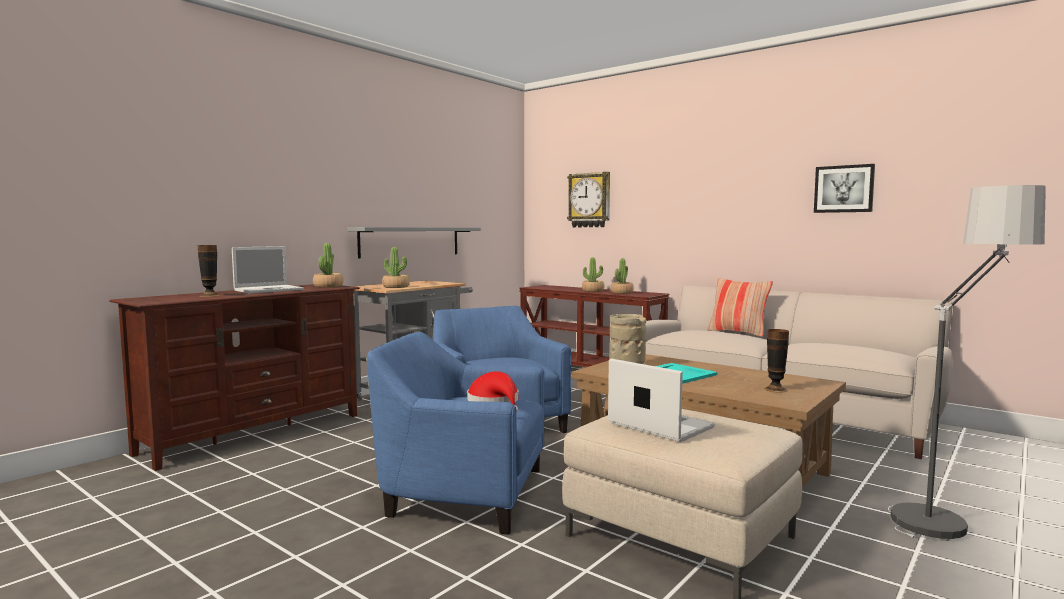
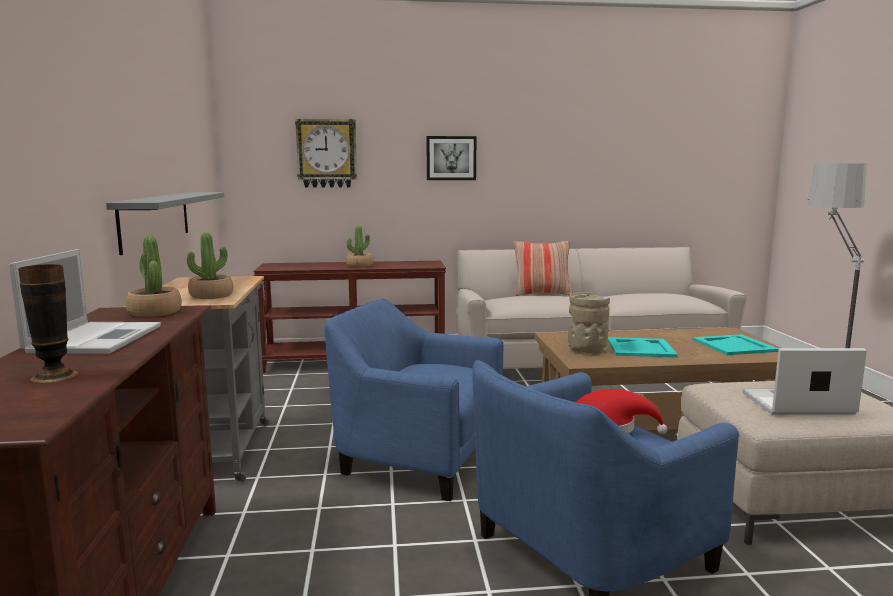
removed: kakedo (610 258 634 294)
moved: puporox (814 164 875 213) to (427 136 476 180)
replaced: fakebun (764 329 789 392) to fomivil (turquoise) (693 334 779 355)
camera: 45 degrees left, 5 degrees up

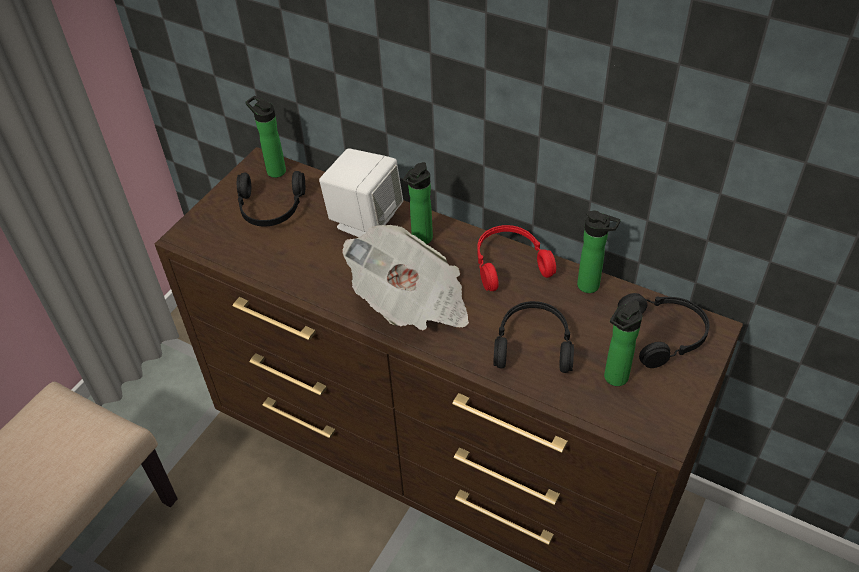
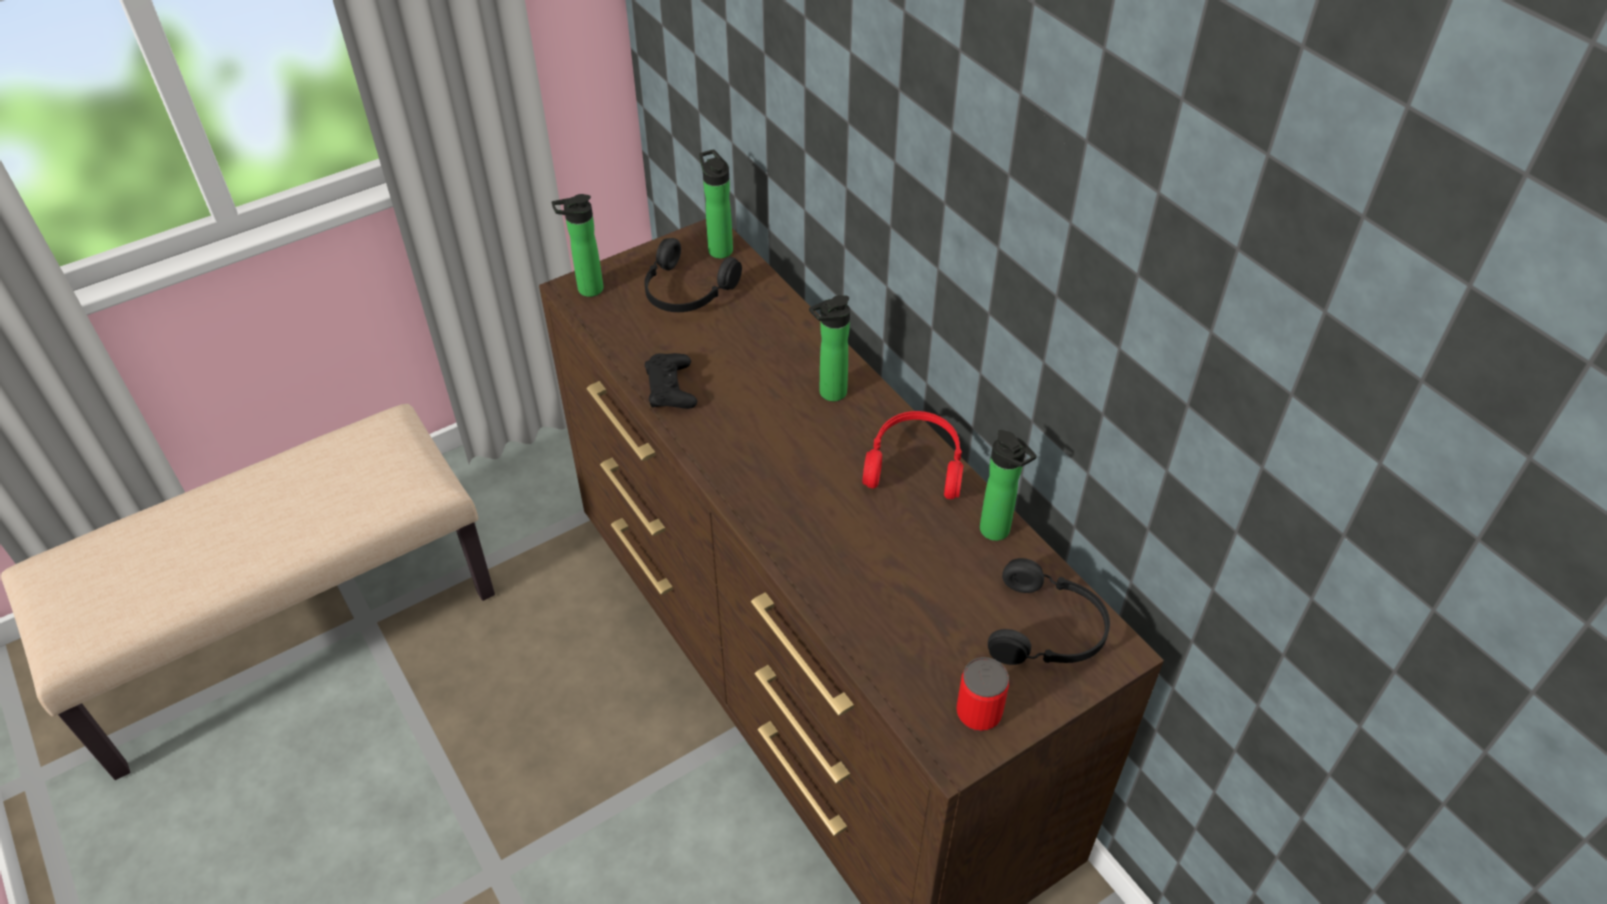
removed: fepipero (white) (319 148 403 237); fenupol (343 225 469 330); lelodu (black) (493 301 574 373)
added: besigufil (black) (645 353 697 409); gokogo (956 657 1009 731)
moved: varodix (604 301 642 386) to (552 194 604 297)
camera: 25 degrees right, 0 degrees up

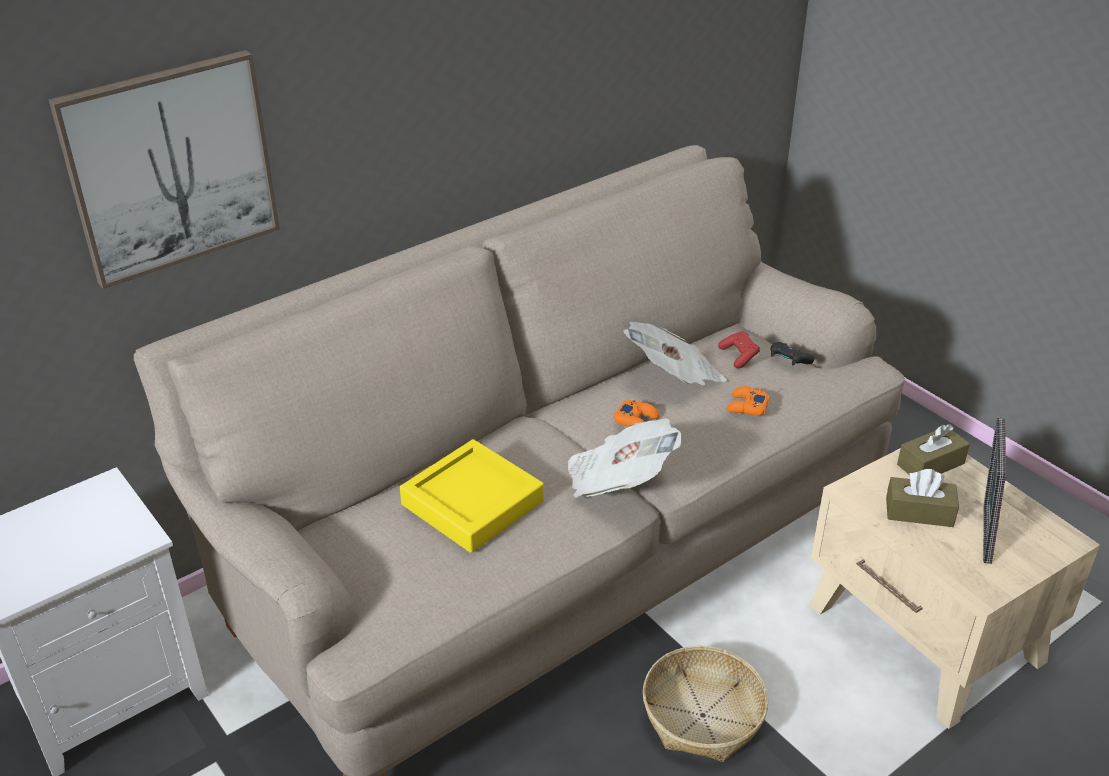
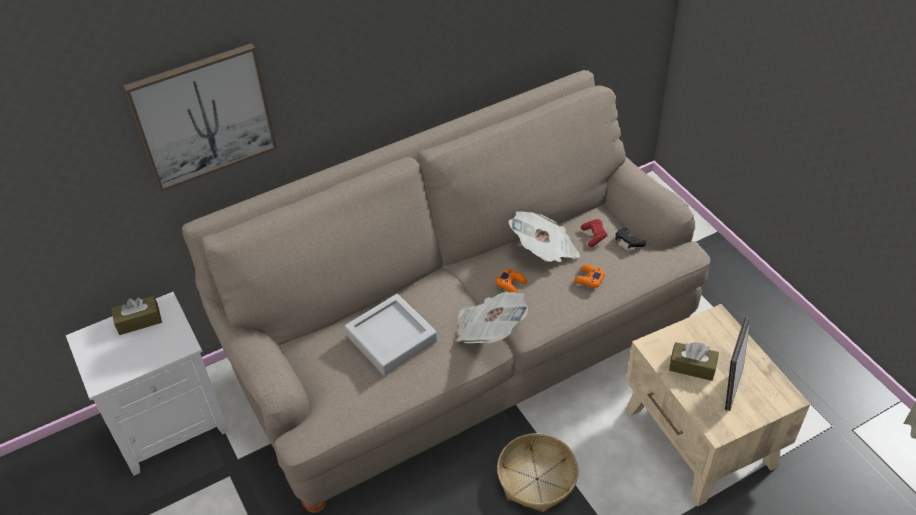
moved: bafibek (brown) (897 424 970 475) to (111 296 162 335)
recoloured: fomivil (yellow) (400 439 544 553) to fomivil (grey) (345 294 437 375)
camera: 10 degrees right, 10 degrees up

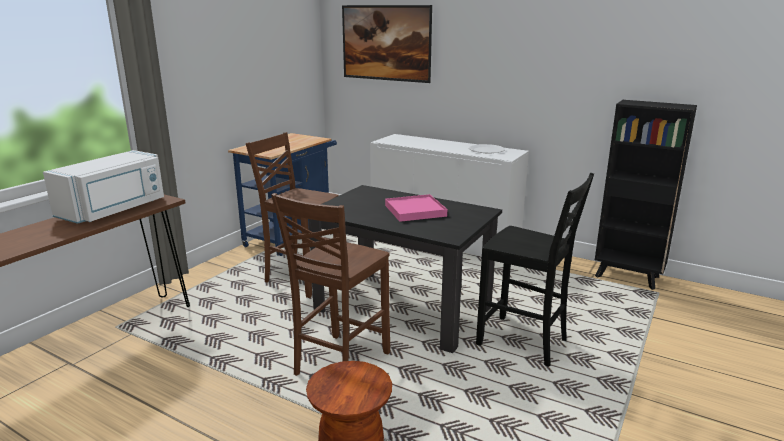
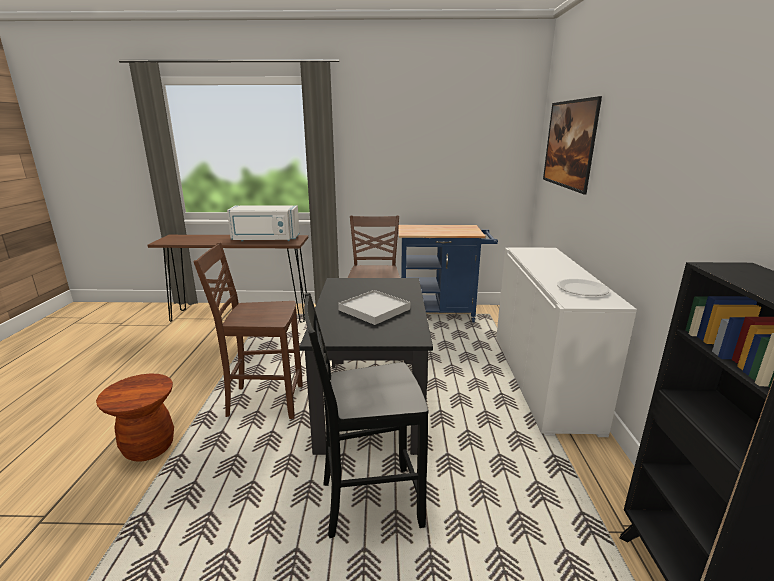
recoloured: fomivil (pink) (385 194 447 222) to fomivil (white) (338 290 410 325)
turned: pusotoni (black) (476 173 594 367) = (304 293 428 538) 75 degrees clockwise
camera: 60 degrees right, 0 degrees up

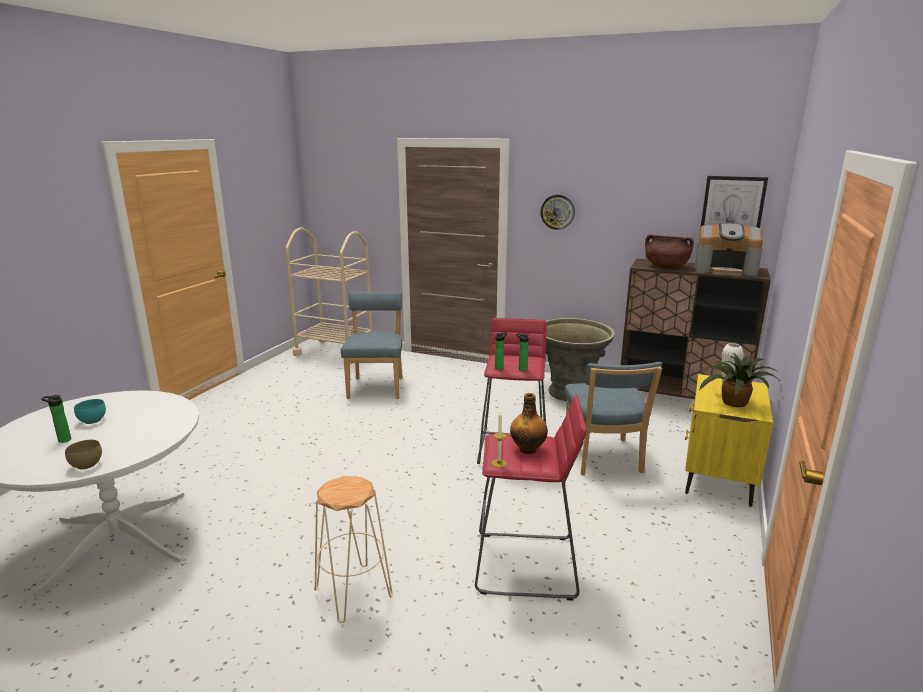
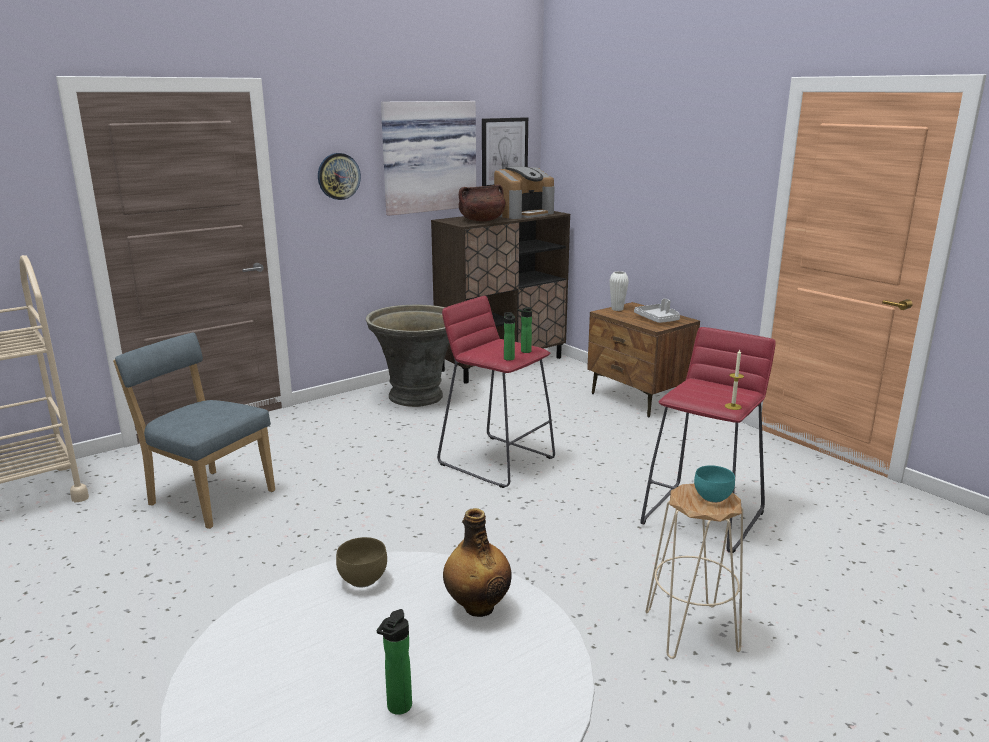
removed: pusotoni (blue) (565 362 662 475)
added: puporox (381 101 476 216)
moved: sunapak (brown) (65 440 102 469) to (336 537 387 587); sunapak (turquoise) (74 399 106 424) to (694 465 735 503); varodix (510 393 548 454) to (443 508 512 617)
replaced: kakedo (699 352 780 407) to fomivil (grey) (634 298 680 323)
recoloured: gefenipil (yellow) (685 374 773 507) to gefenipil (brown) (587 302 700 417)
camera: 60 degrees left, 0 degrees up

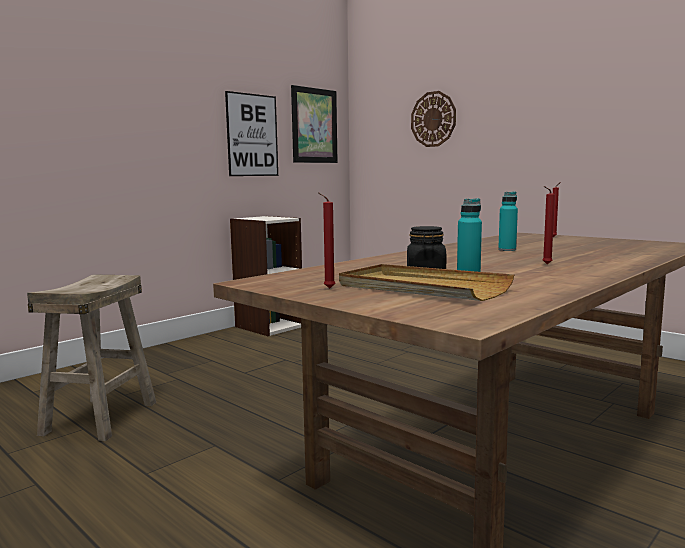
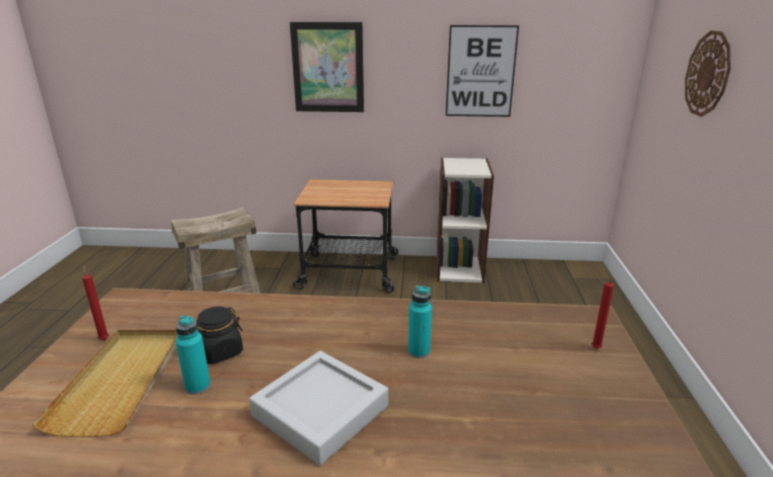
added: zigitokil (293 180 398 293)
moved: puporox (291 85 338 163) to (290 22 364 112)
replaced: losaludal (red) (543 186 555 264) to fomivil (grey) (249 351 388 465)
camera: 50 degrees right, 15 degrees up

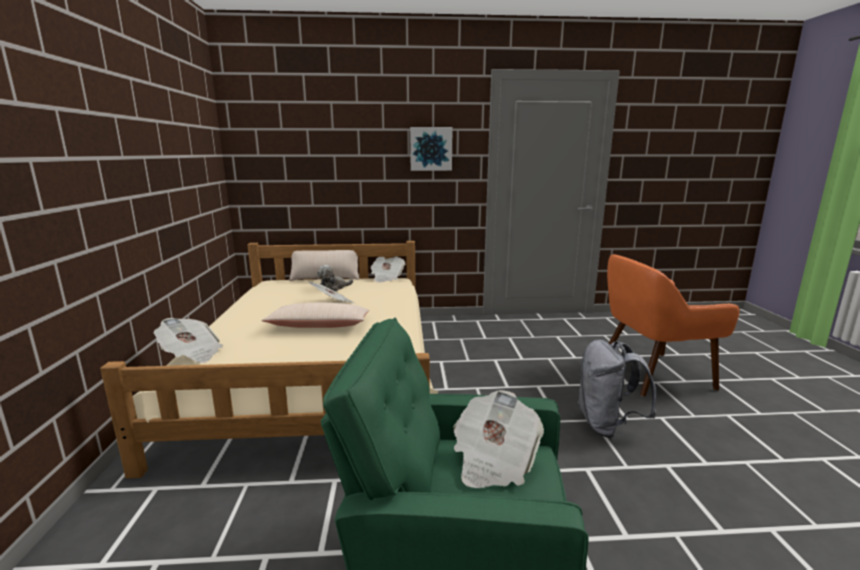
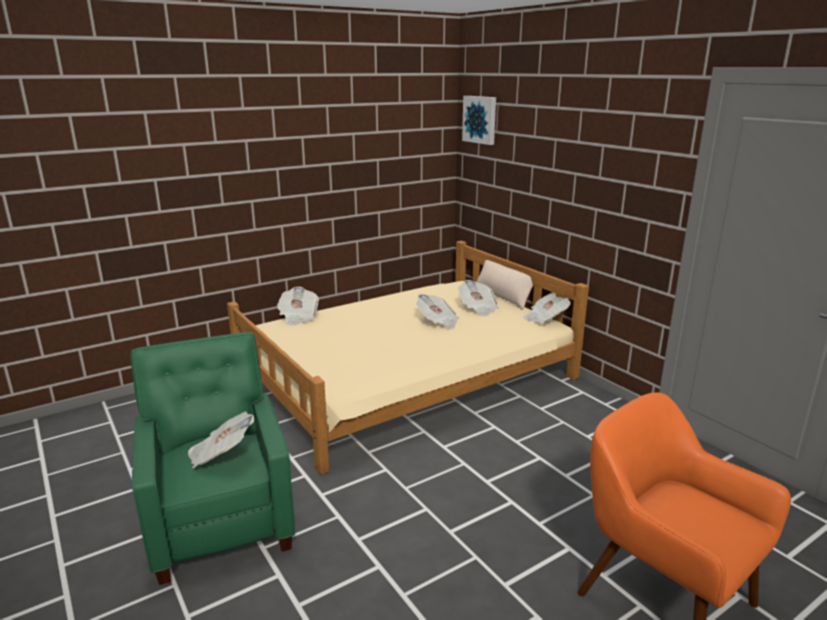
removed: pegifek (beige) (262 303 369 328); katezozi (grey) (577 340 657 438)
moved: puporox (410 127 453 171) to (462 96 496 145)
replaced: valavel (317 265 353 291) to fenupol (458 280 499 317)
camera: 60 degrees right, 5 degrees up

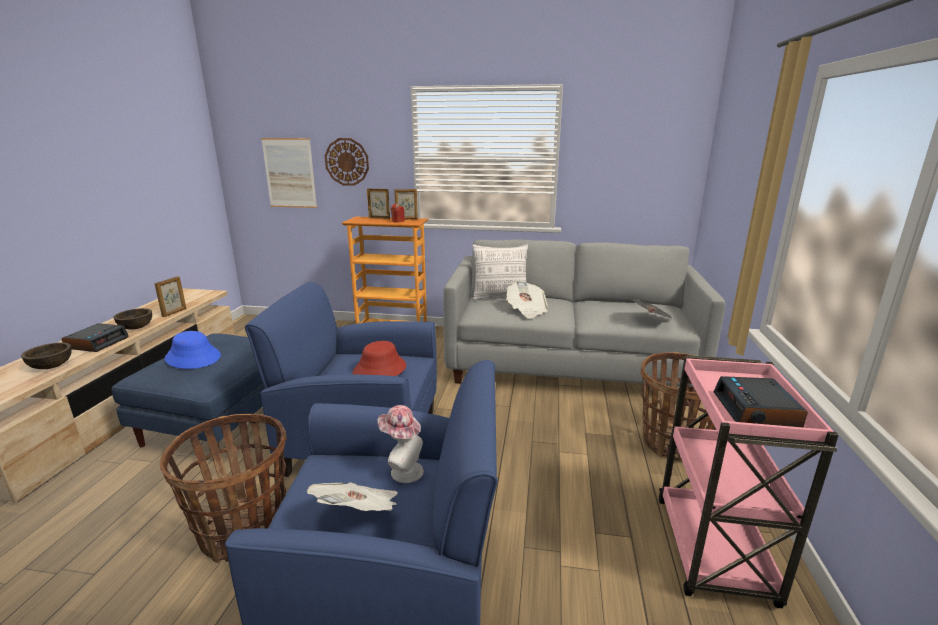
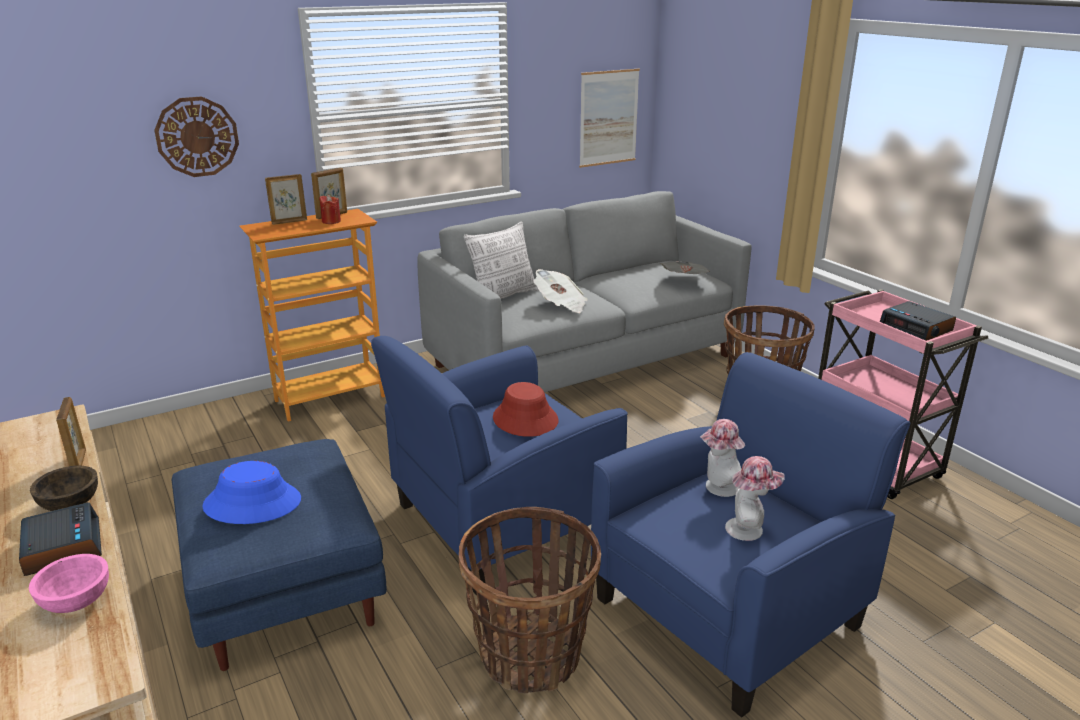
moved: puporox (261 138 317 208) to (579 69 640 168)
replaced: fenupol (307 482 398 511) to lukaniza (725 456 785 541)
recoloured: sunapak (brown) (21 342 72 369) to sunapak (pink) (29 554 109 613)
camera: 40 degrees left, 5 degrees up

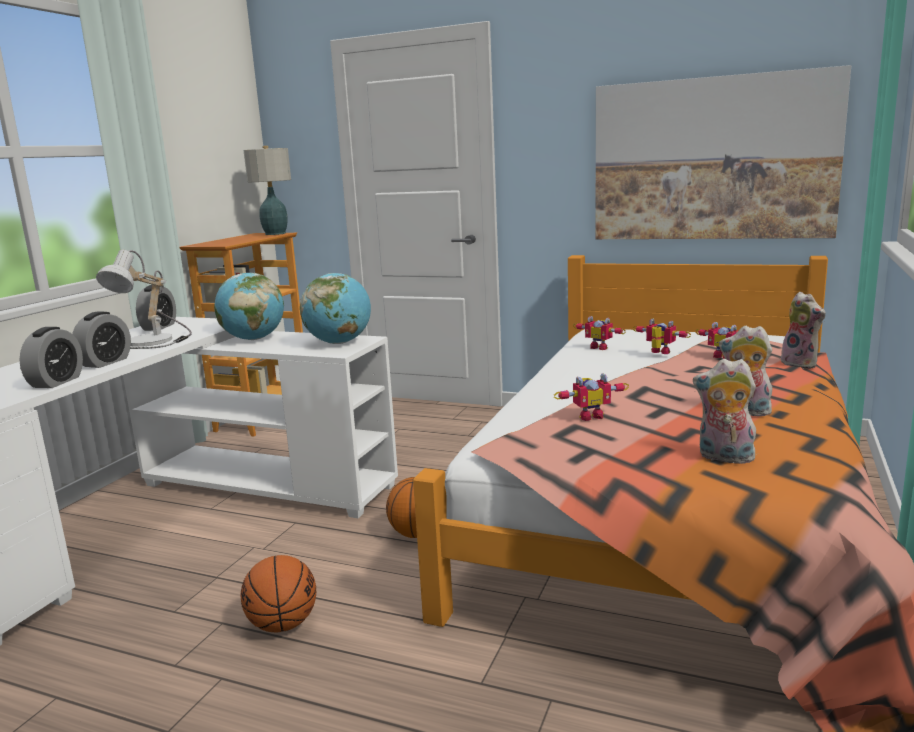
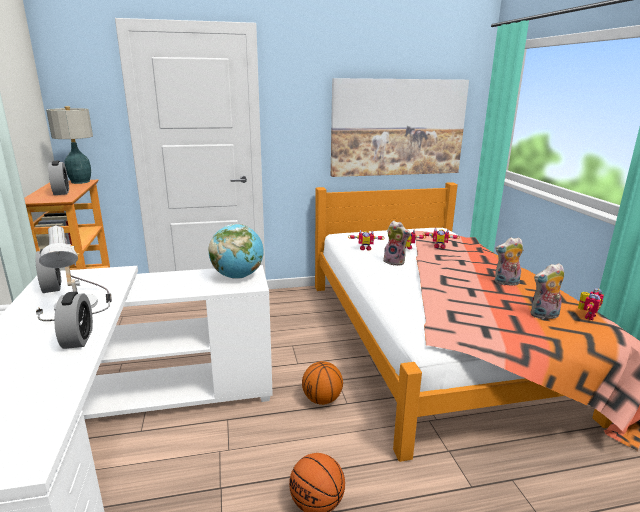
removed: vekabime (214 273 284 340)
moved: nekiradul (20 327 83 388) to (48 161 69 195); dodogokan (554 373 629 421) to (578 288 604 320); valavel (779 292 826 369) to (383 221 411 266)
camera: 35 degrees left, 5 degrees up

